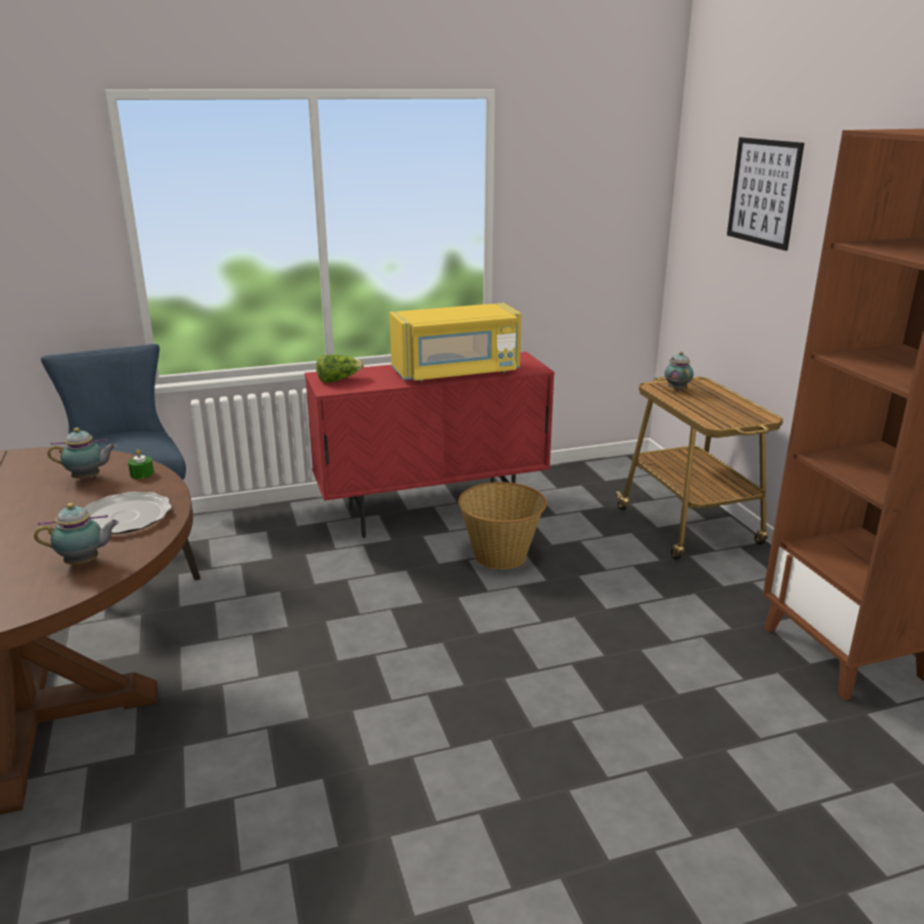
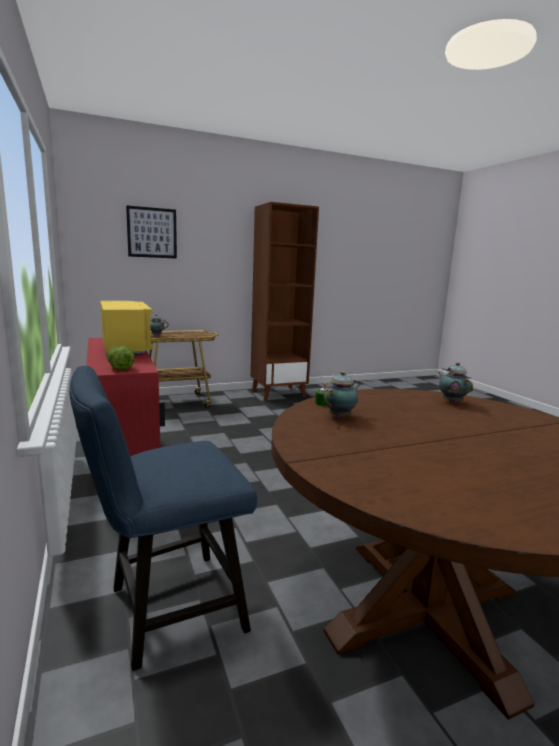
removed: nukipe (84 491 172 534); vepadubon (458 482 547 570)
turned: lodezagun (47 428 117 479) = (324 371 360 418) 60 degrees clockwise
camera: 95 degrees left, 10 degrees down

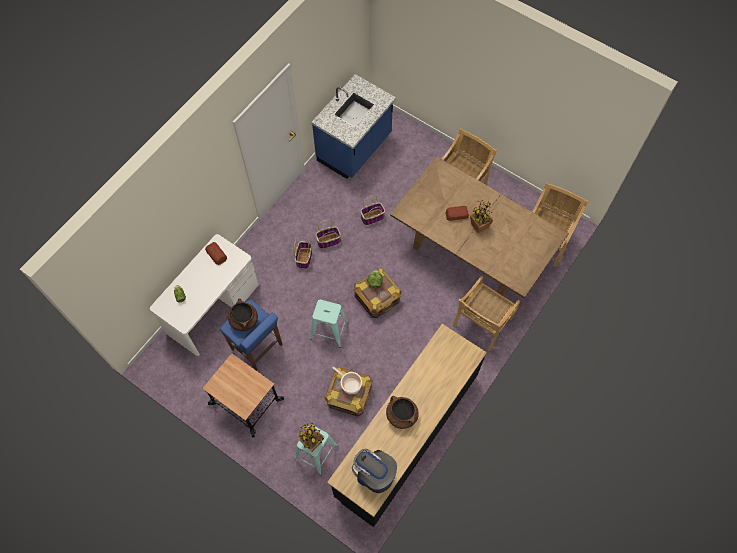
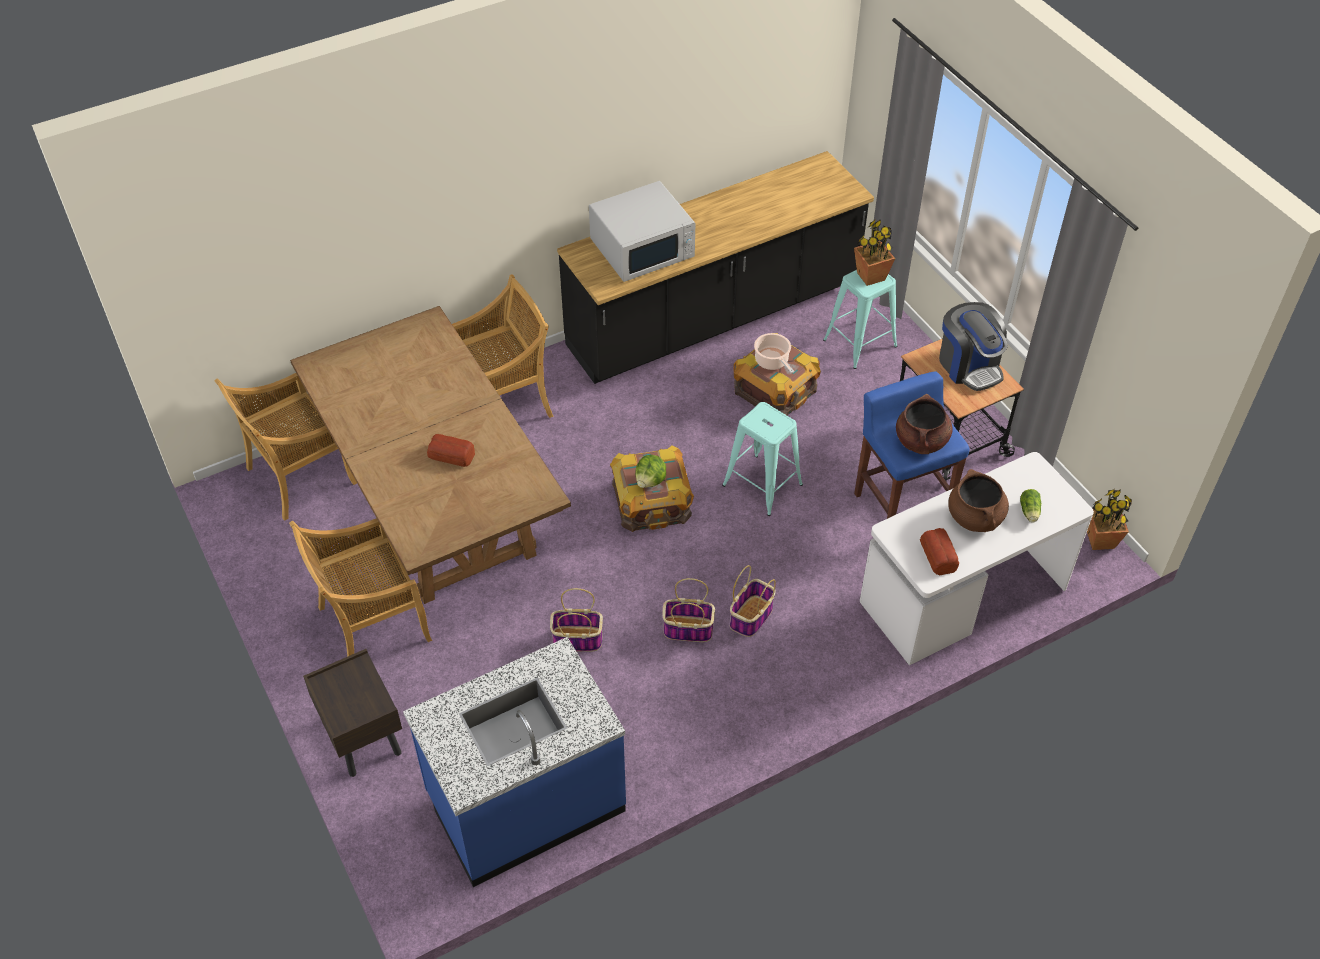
added: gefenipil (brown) (303 649 402 777); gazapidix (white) (589 181 695 282)
moved: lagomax (352 449 397 493) to (939 302 1008 391); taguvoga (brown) (386 396 419 429) to (948 469 1009 532); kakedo (470 201 494 233) to (1087 489 1132 550)
camera: 155 degrees left, 15 degrees down

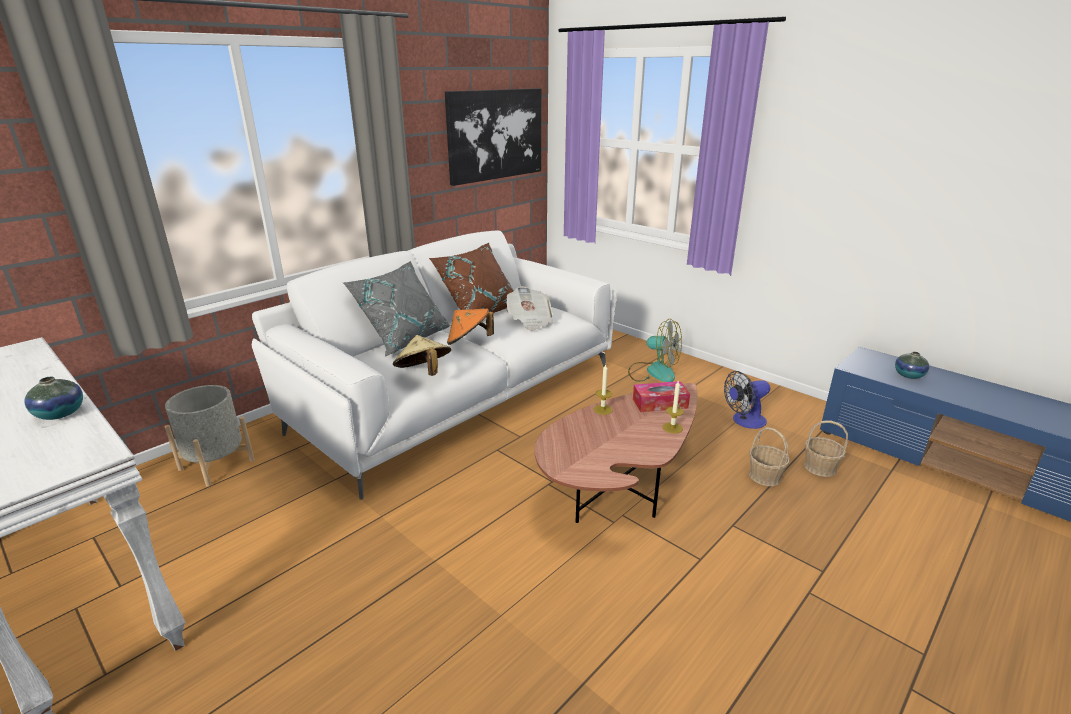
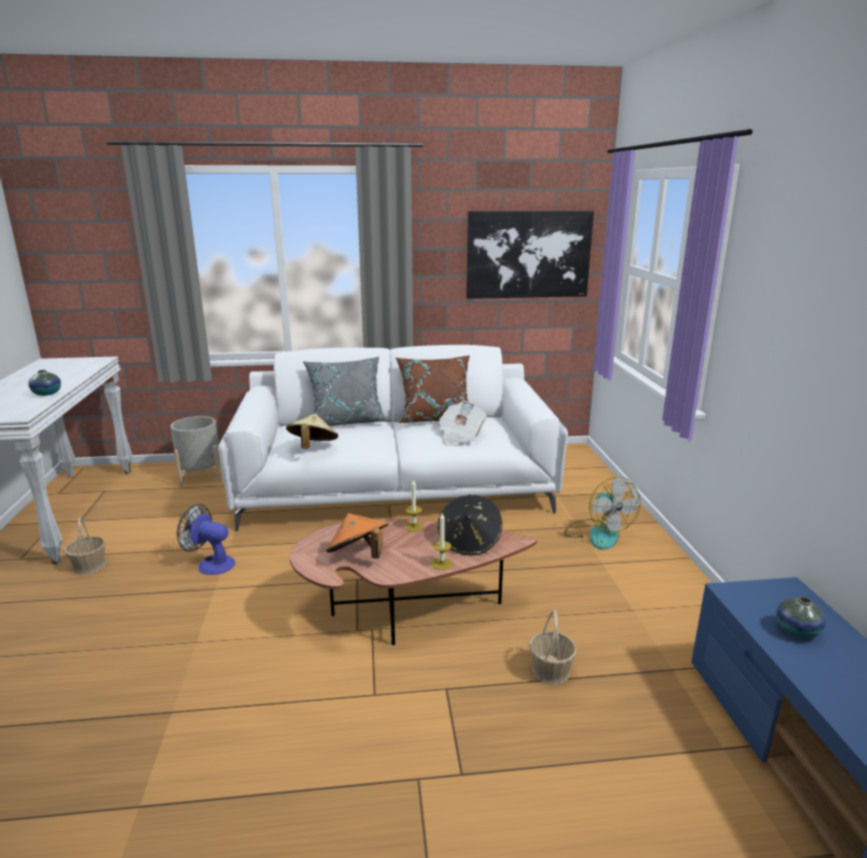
moved: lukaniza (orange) (447 309 494 345) to (326 513 389 559); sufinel (724 371 770 429) to (177 504 235 575); vepadubon (804 421 848 477) to (64 517 106 575)
replaced: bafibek (633 381 690 412) to lukaniza (black) (437 494 502 556)
camera: 40 degrees right, 5 degrees down

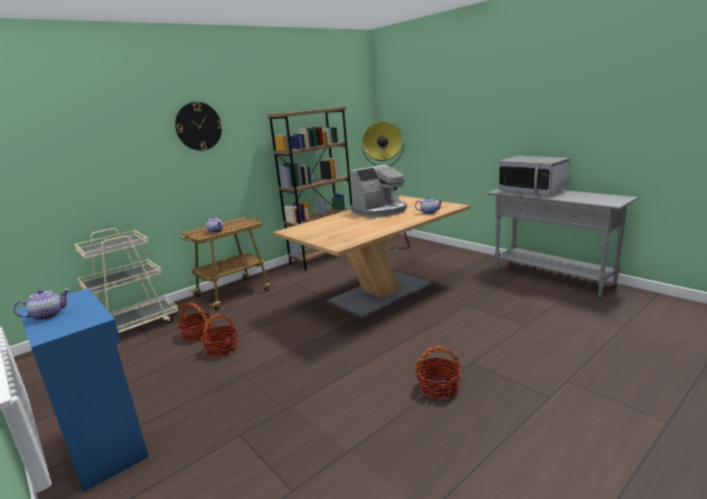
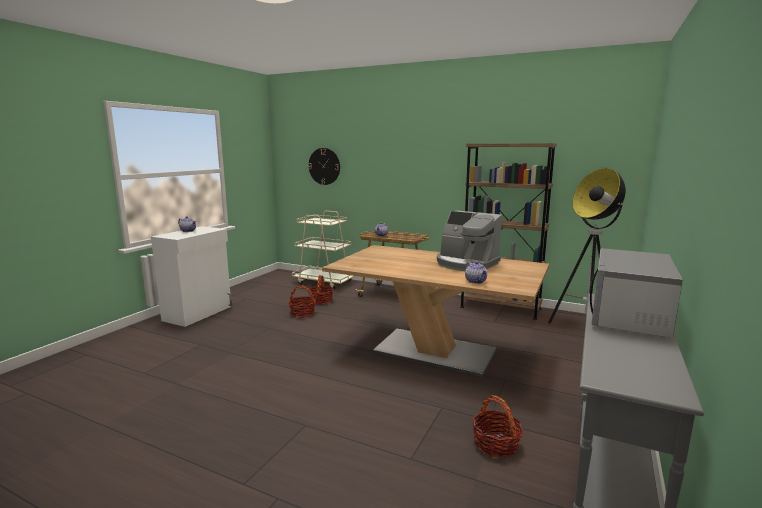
moved: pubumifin (175 102 222 151) to (308 148 340 185); vepadubon (415 346 461 399) to (472 395 523 458)
recoloured: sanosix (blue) (18 288 149 492) to sanosix (white) (151 226 232 327)
camera: 65 degrees right, 5 degrees down

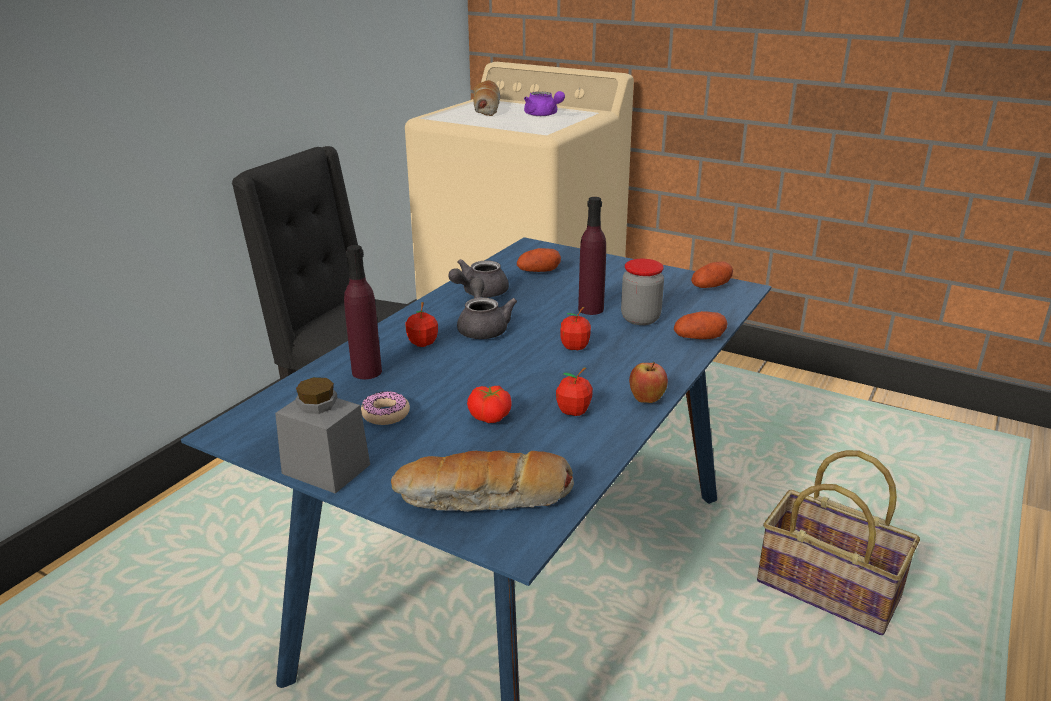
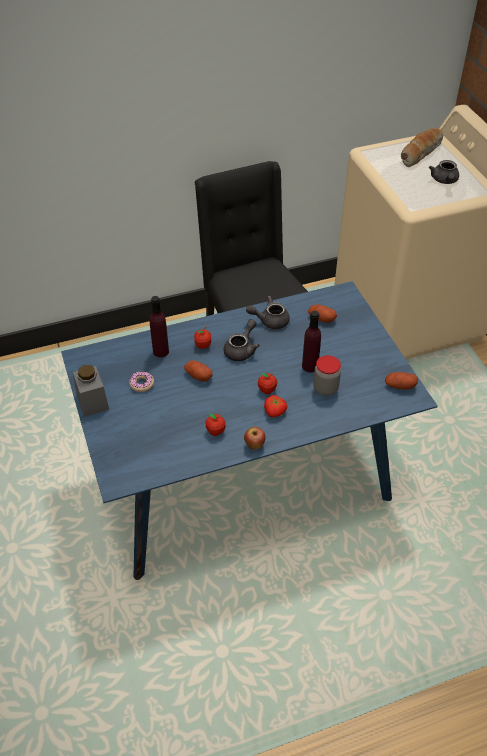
removed: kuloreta (391 451 574 512); vepadubon (757 450 920 635)
moved: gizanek (467 386 512 423) to (264 395 287 417); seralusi (674 311 728 339) to (184 360 213 382)
recoloured: lodezagun (purple) (524 91 565 116) to lodezagun (grey) (429 160 459 184)
camera: 40 degrees right, 20 degrees up

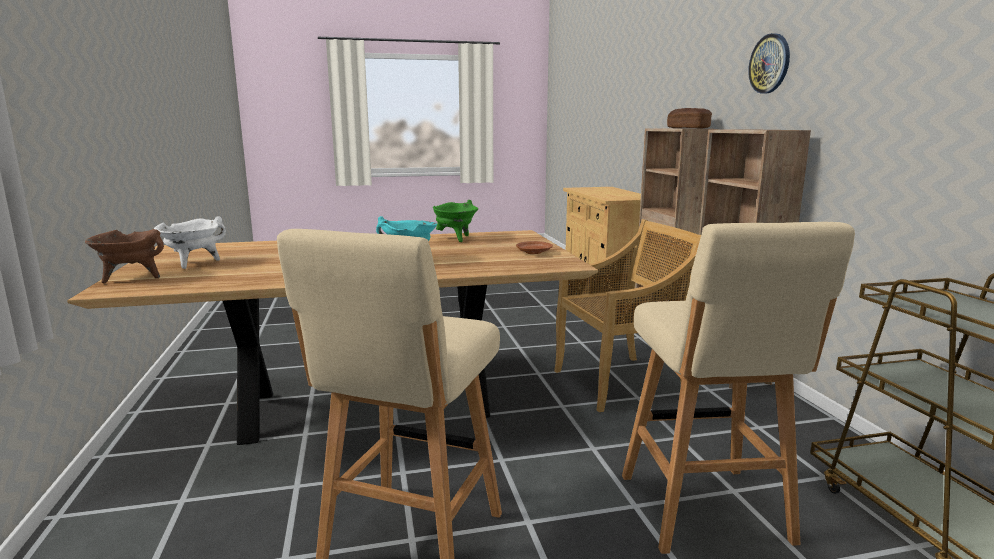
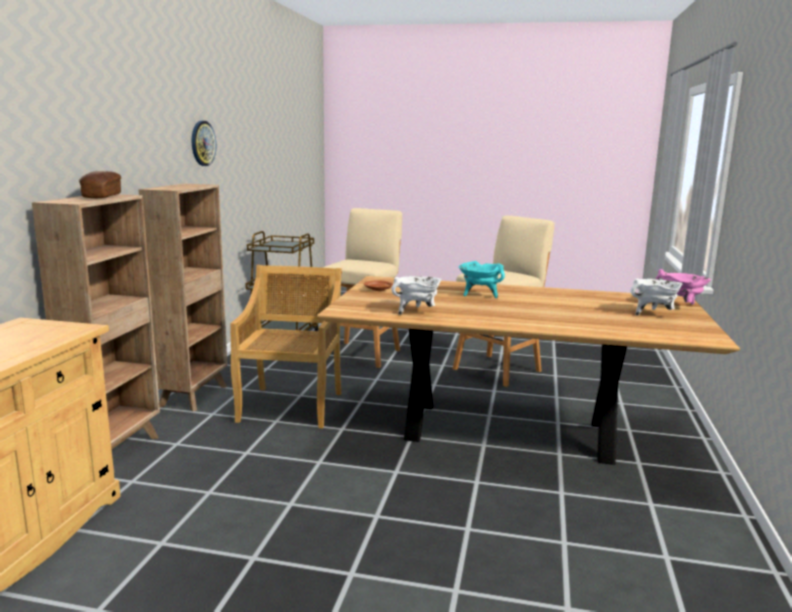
moved: pubumifin (748 33 790 94) to (192 121 216 166)
recoloured: taguvoga (brown) (85 229 164 283) to taguvoga (pink) (656 269 711 305); taguvoga (green) (433 200 478 242) to taguvoga (white) (391 276 442 315)
turned: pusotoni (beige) (554 219 701 412) = (231 265 342 428) 90 degrees clockwise
camera: 155 degrees left, 0 degrees up

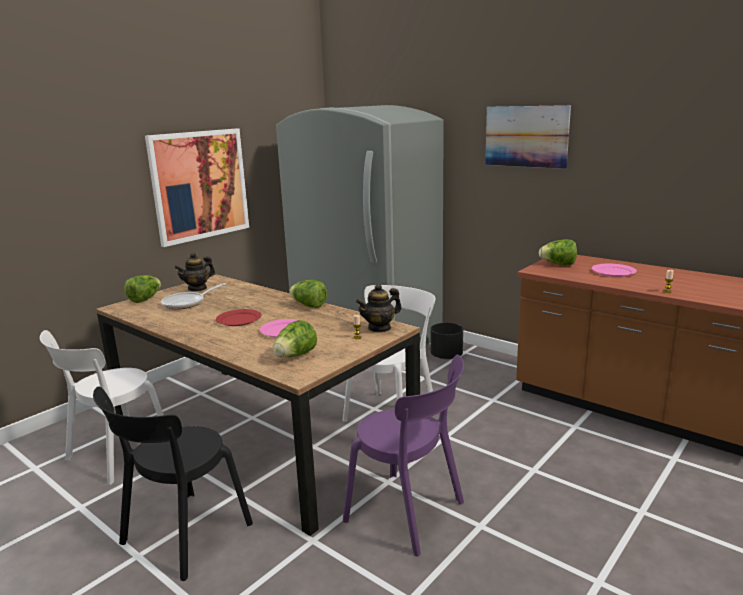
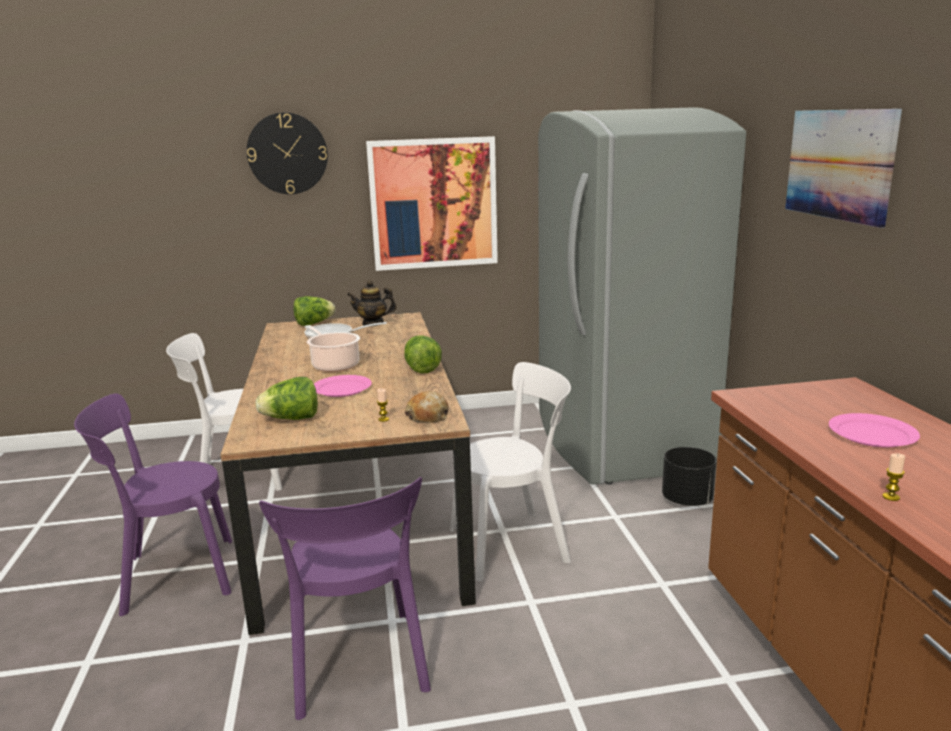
removed: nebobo (539 239 577 265)
added: pubumifin (247 112 328 194)
replaced: nukipe (red) (216 309 262 326) to taguvoga (305 325 360 372); lodezagun (356 284 402 333) to kuloreta (405 391 448 423)
recoloured: pusotoni (black) (93 386 253 581) to pusotoni (purple) (74 393 232 616)
camera: 40 degrees right, 0 degrees up

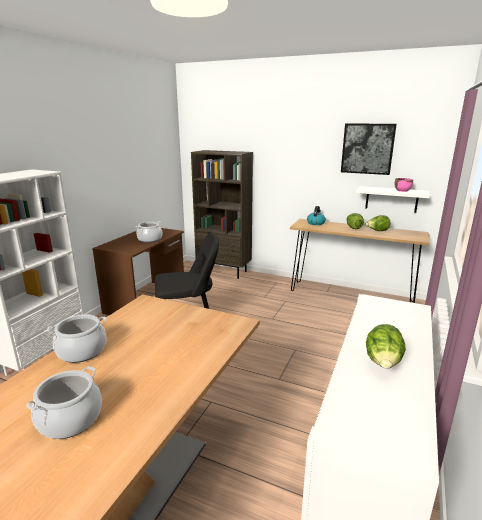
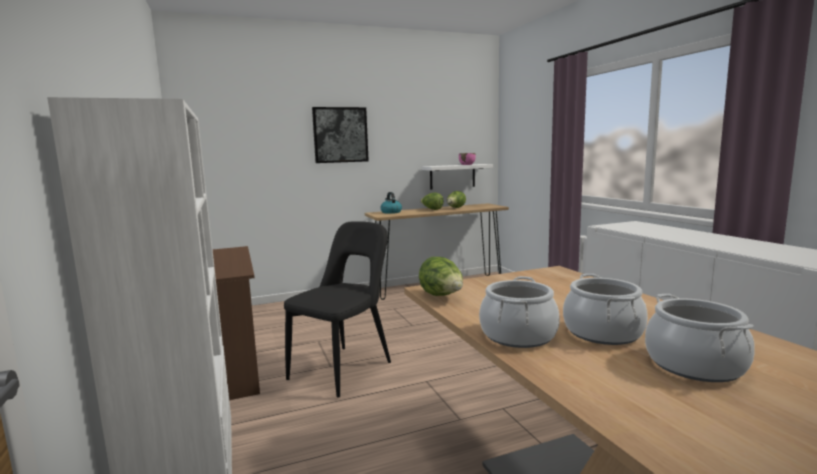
removed: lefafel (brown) (191 150 253 279)
moved: taguvoga (136 221 163 242) to (563 274 648 345); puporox (341 123 397 175) to (312 107 369 163); nebobo (366 324 406 369) to (419 257 463 296)
camera: 45 degrees left, 10 degrees down

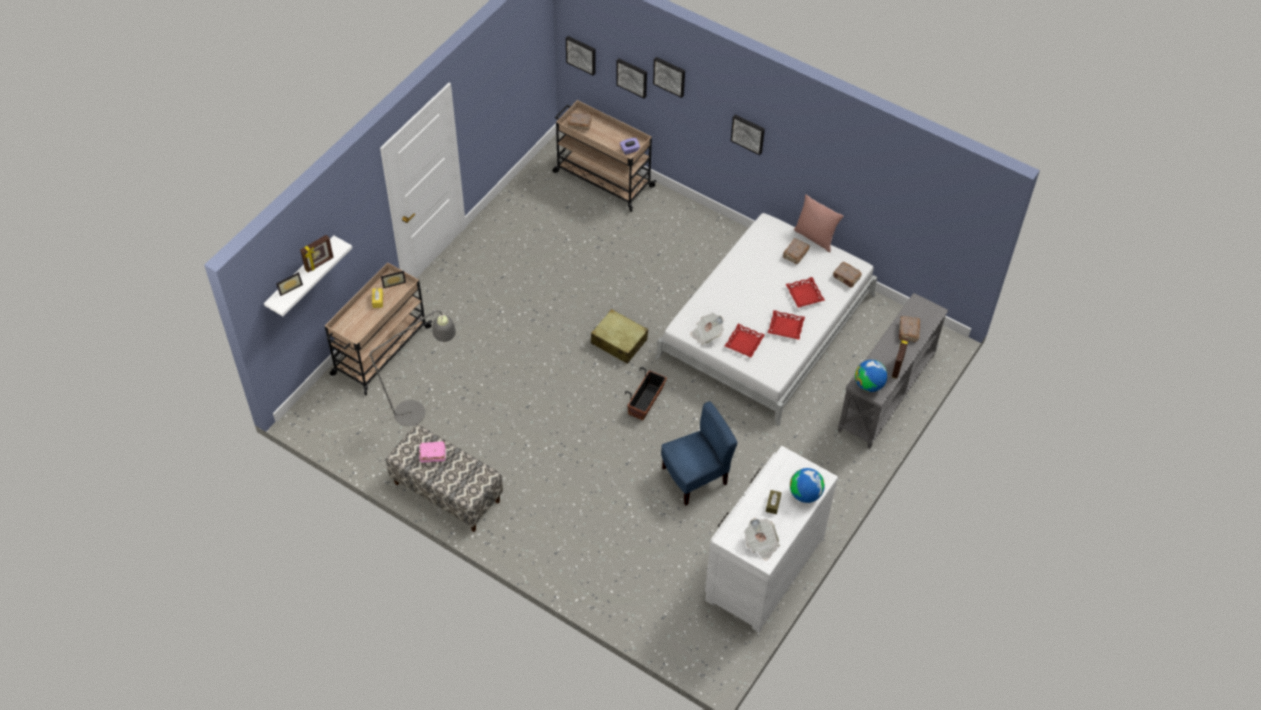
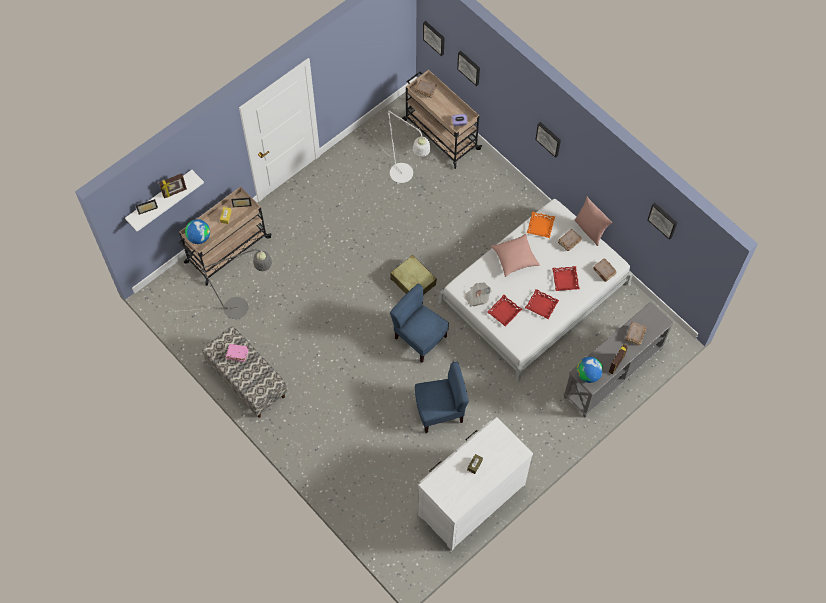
removed: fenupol (744 518 780 560)
added: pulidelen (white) (368 111 430 183); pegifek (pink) (491 234 540 277); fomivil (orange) (527 211 555 238)
moved: puporox (653 57 685 98) to (648 203 677 240); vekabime (790 468 825 503) to (185 219 210 244)
replaced: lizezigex (625 367 667 420) to pusotoni (blue) (390 284 449 363)
camera: 15 degrees right, 10 degrees up

